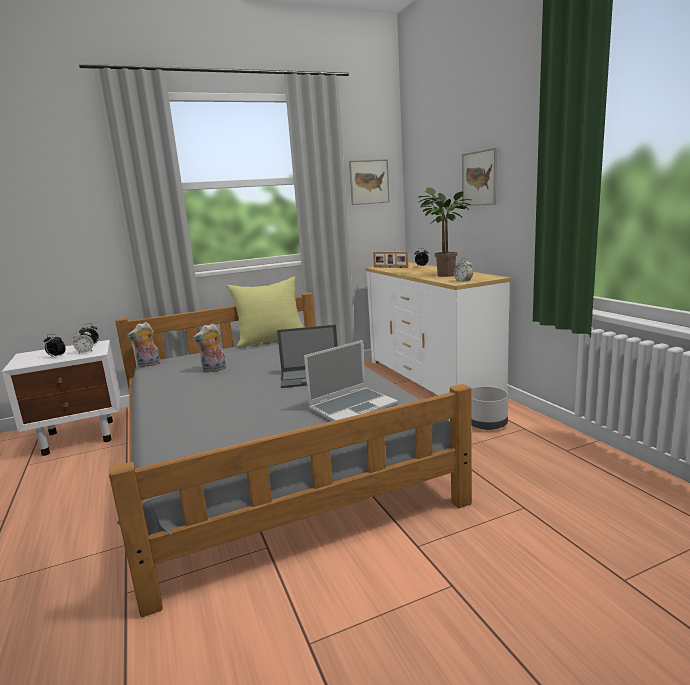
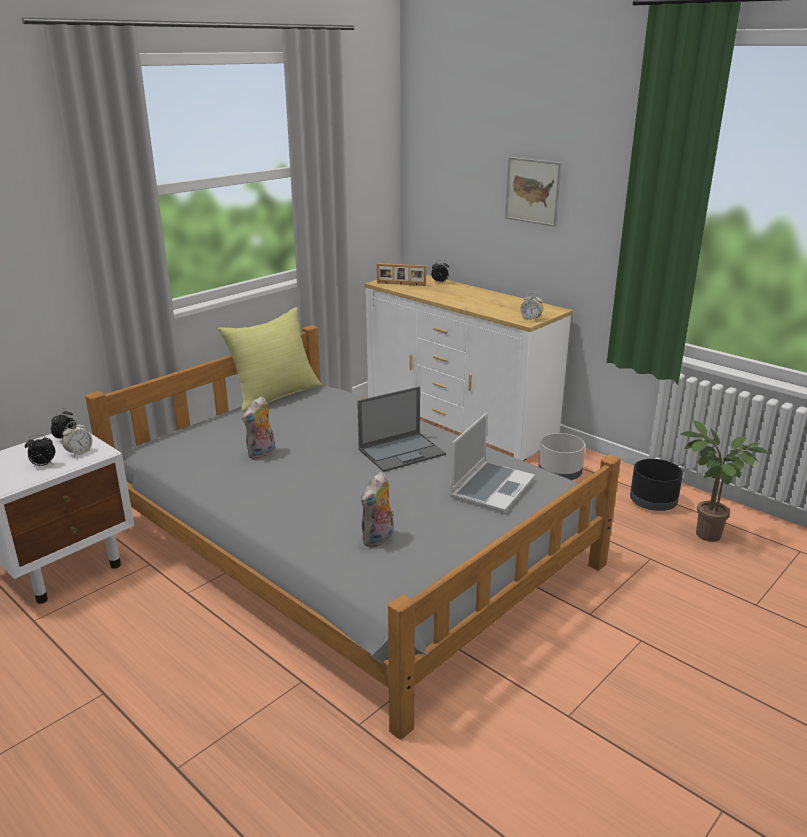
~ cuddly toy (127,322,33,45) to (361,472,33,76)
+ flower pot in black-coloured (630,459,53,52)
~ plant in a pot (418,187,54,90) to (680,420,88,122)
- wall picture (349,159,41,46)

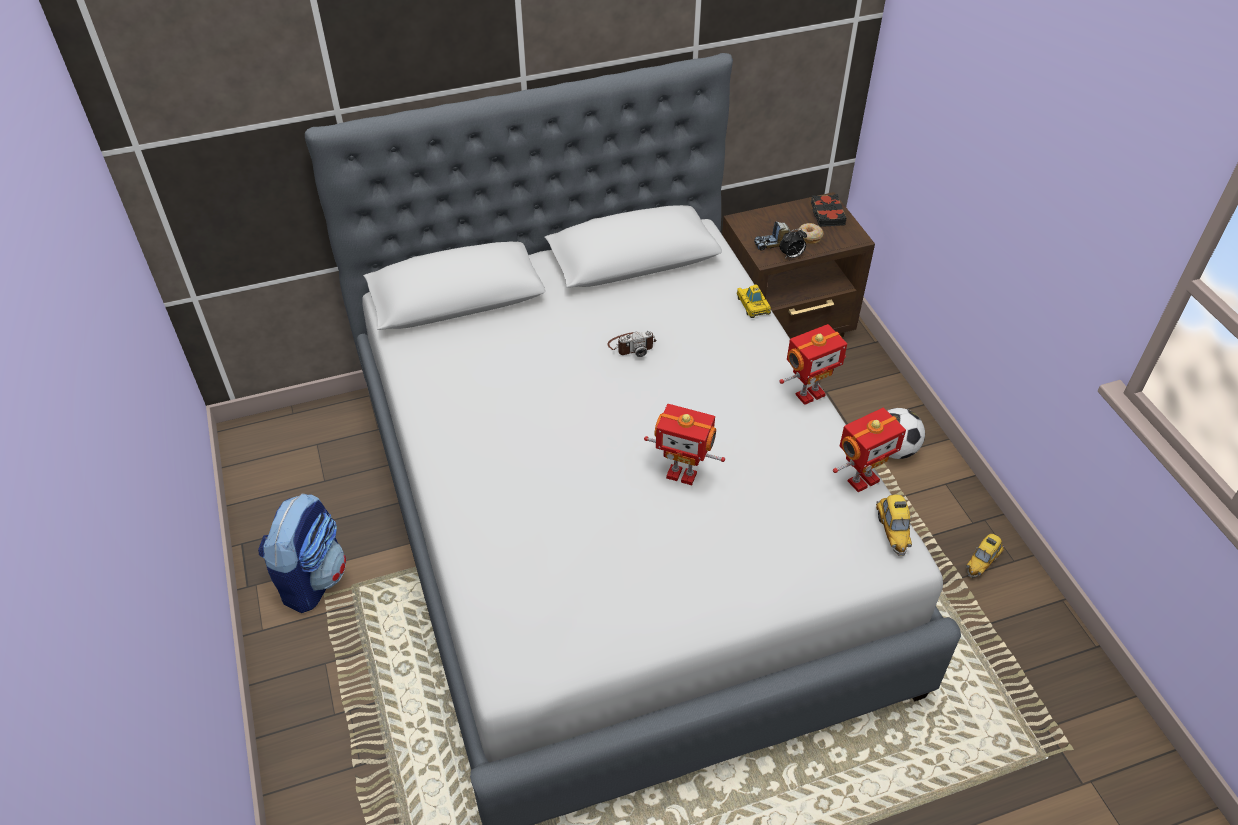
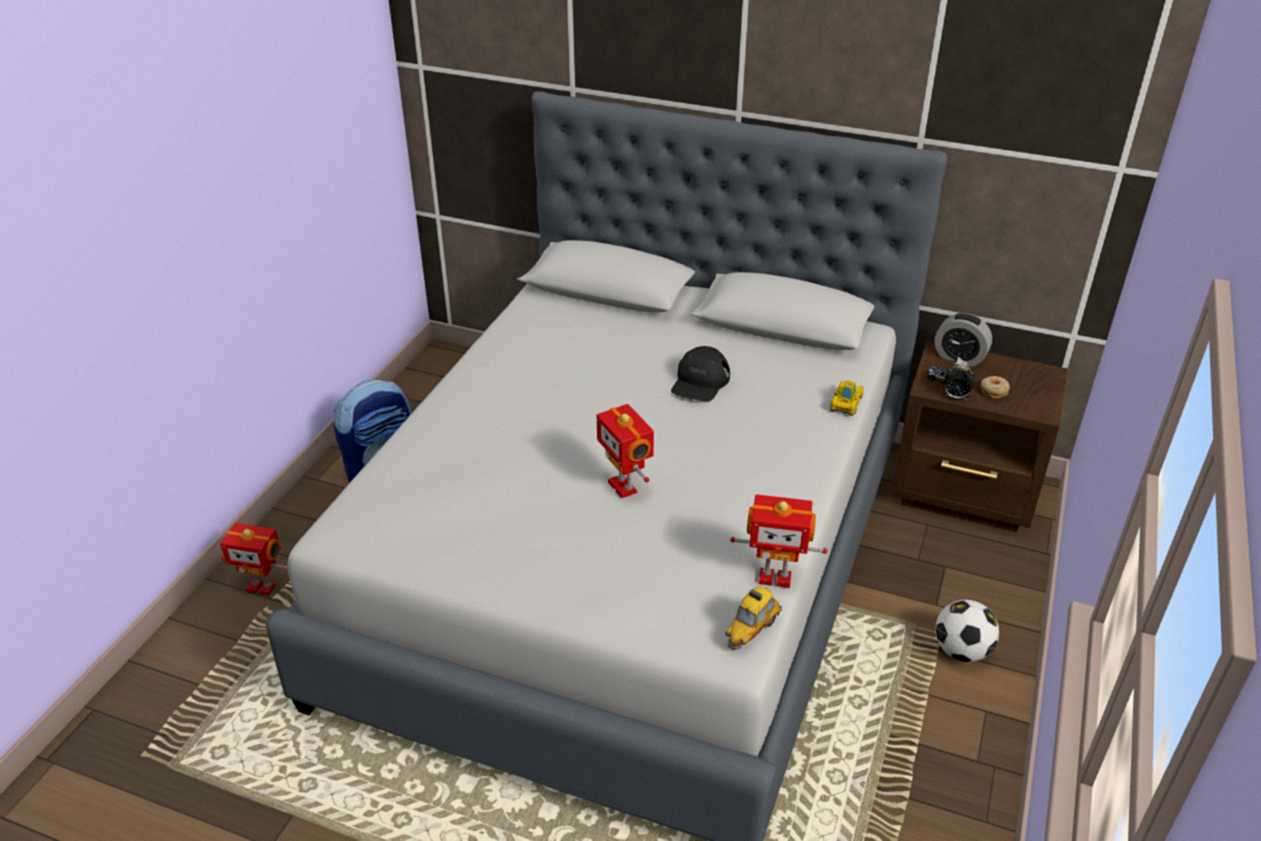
~ model robot (779,324,68,81) to (220,523,68,73)
~ photo camera (607,331,49,26) to baseball cap in black-coloured (671,346,59,55)
+ alarm clock (934,313,58,53)
- bound book in black-coloured (811,194,35,33)
- toy car (966,534,39,44)

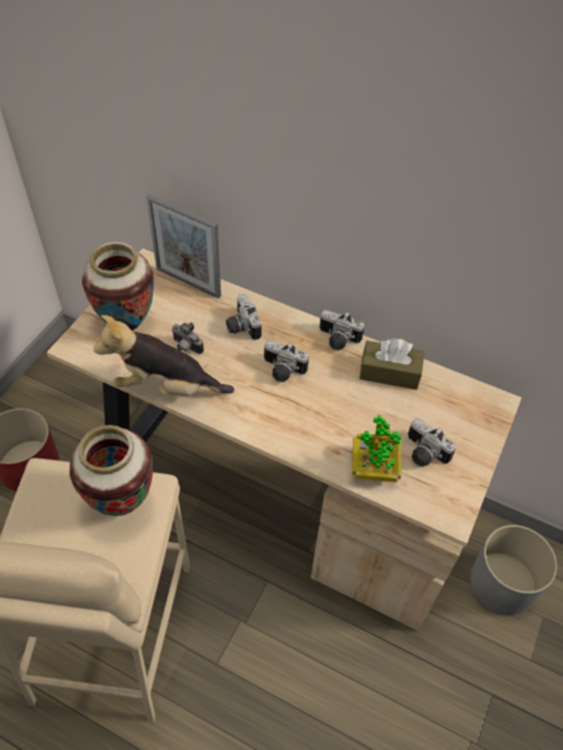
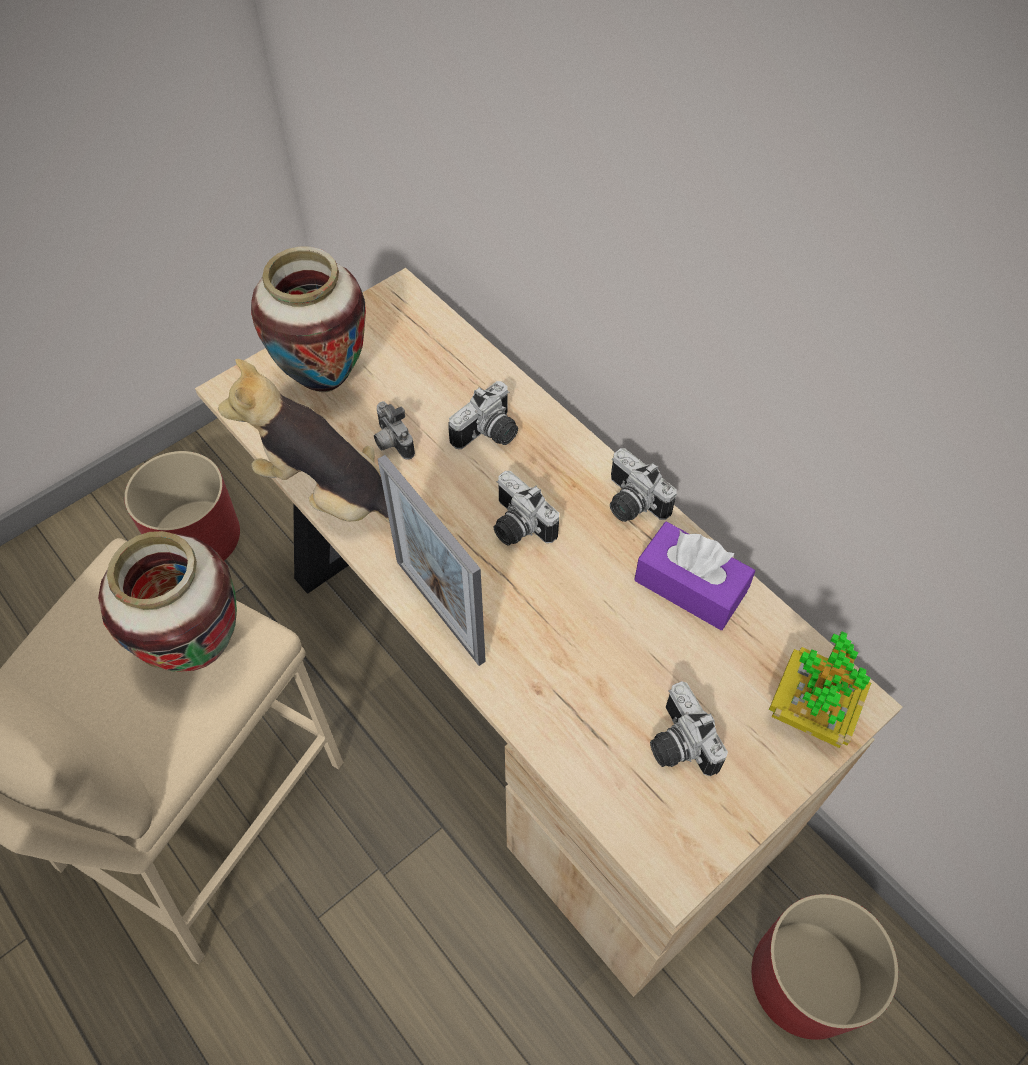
~ standing frame (146,194,75,105) to (378,455,108,211)
~ photo camera (226,294,36,46) = (448,381,70,68) 135 degrees counterclockwise
~ tissue box in brown (359,339,66,51) to tissue box in purplish (634,521,121,109)
~ flower pot in gray (470,525,87,90) to flower pot in red-coloured (751,894,147,146)
~ plant in a pot (352,415,49,67) to (769,631,102,117)

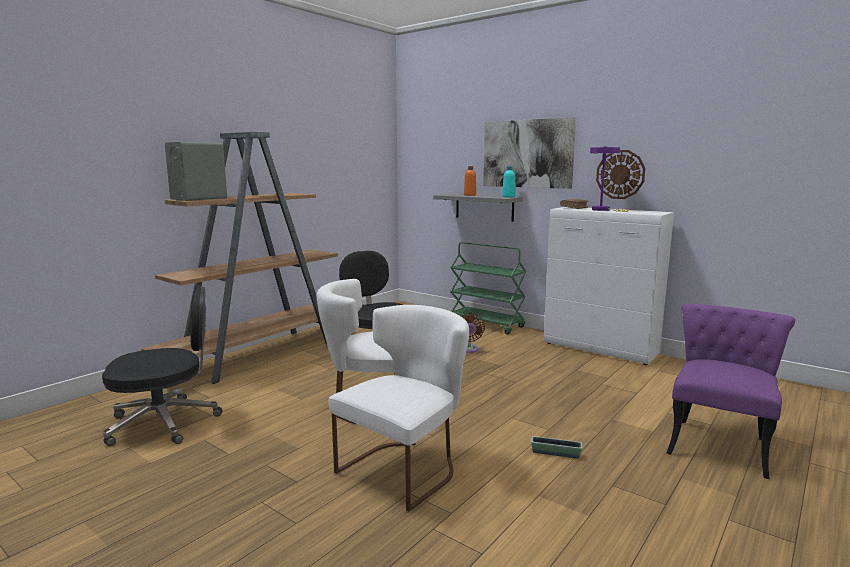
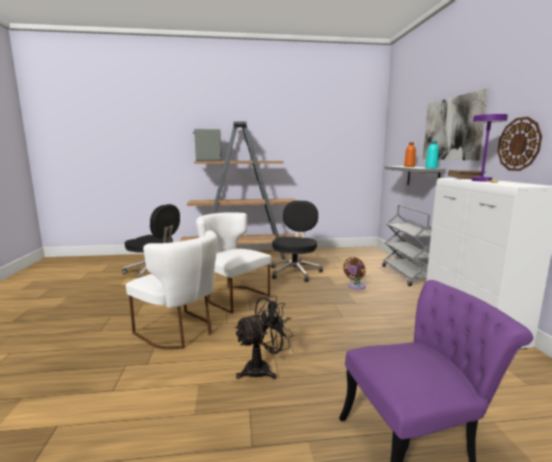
~ upright chair in white-coloured (329,305,140,207) = (125,230,93,119) 45 degrees clockwise
~ flower pot (531,436,51,23) to cooling fan in black-coloured (235,296,59,83)
~ cart in green-coloured (450,242,76,93) to cart in gray (382,205,50,81)

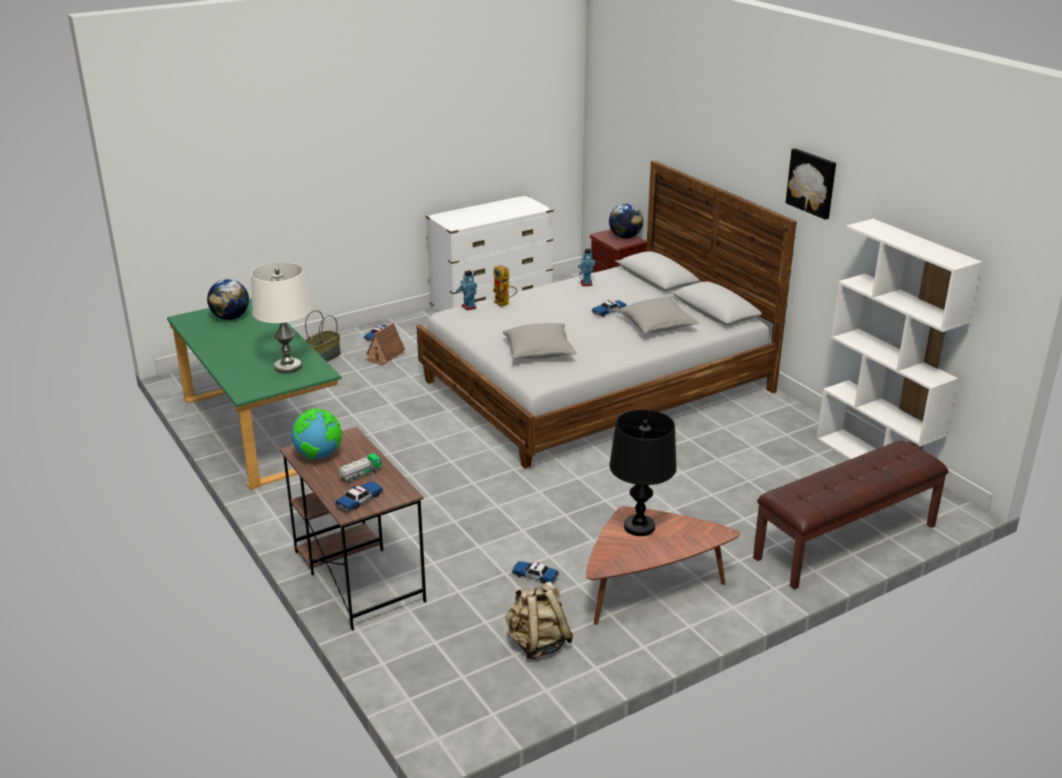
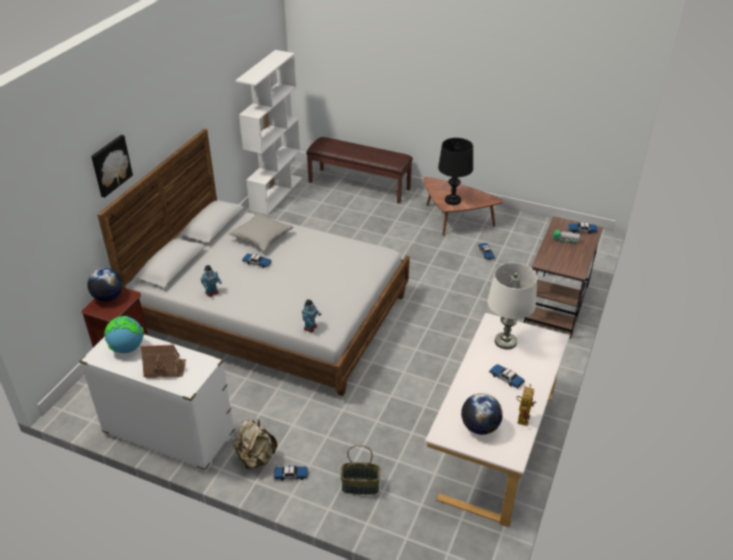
~ wall picture (786,148,50,72) to (91,135,42,63)
~ globe (291,409,51,50) to (104,316,40,37)
~ toy house (365,323,40,43) to (140,344,46,36)
~ rucksack in beige (505,581,68,78) to (233,419,44,51)
~ desk unit in green-coloured (167,298,174,192) to desk unit in white-coloured (425,313,144,214)
+ toy car (489,364,36,25)
~ model robot (493,265,24,42) to (517,384,19,42)
- cushion in gray (503,323,73,36)

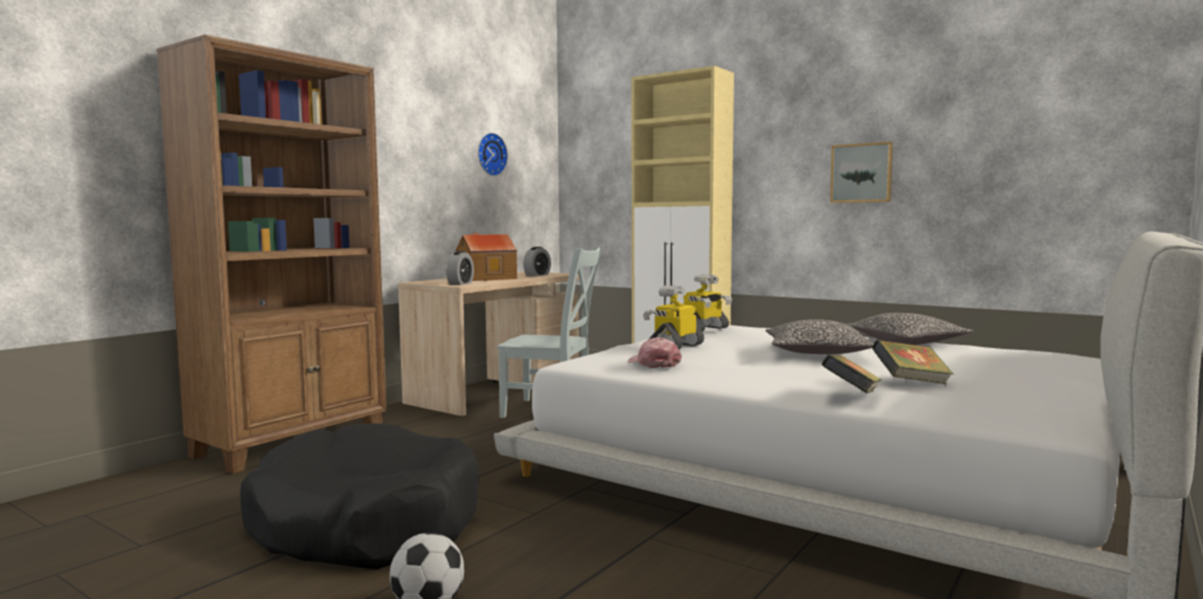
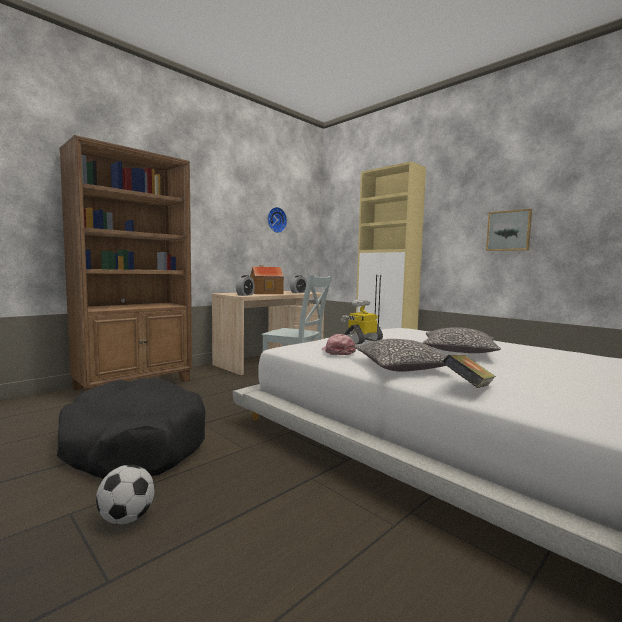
~ cushion (847,313,126,32) to (354,339,93,33)
- model robot (683,274,49,58)
- bound book (872,340,82,44)

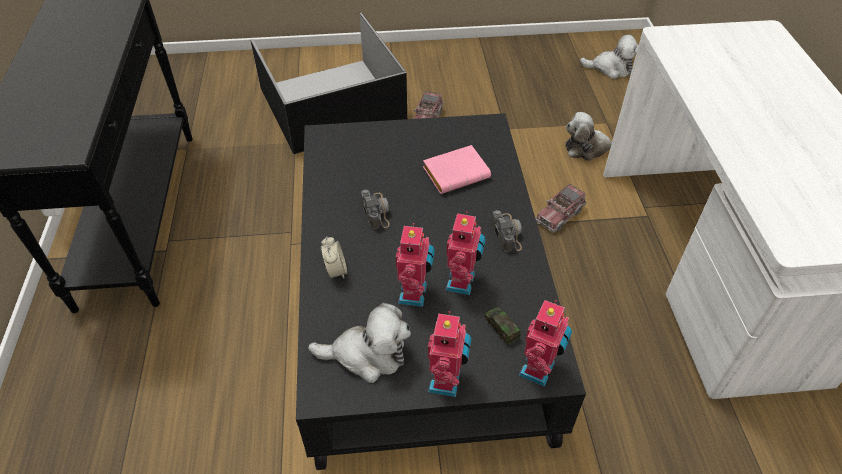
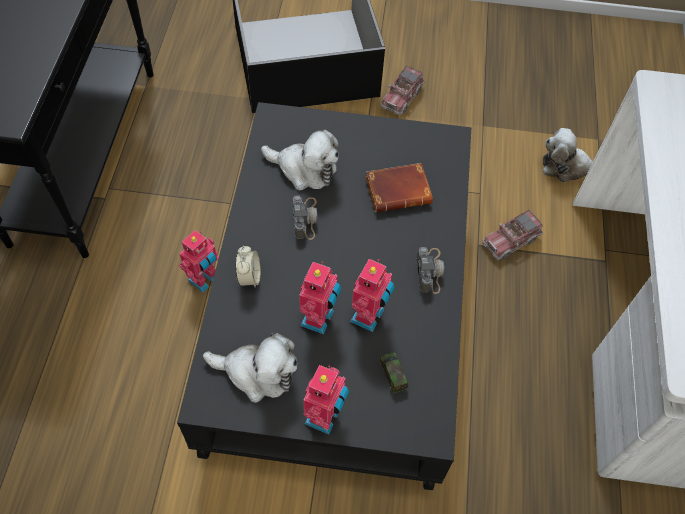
~ model robot (518,300,54,87) to (179,230,40,62)
~ cuddly toy (580,35,59,44) to (261,130,78,61)
~ bound book in pinkish (423,145,68,49) to bound book in brown (365,163,68,49)

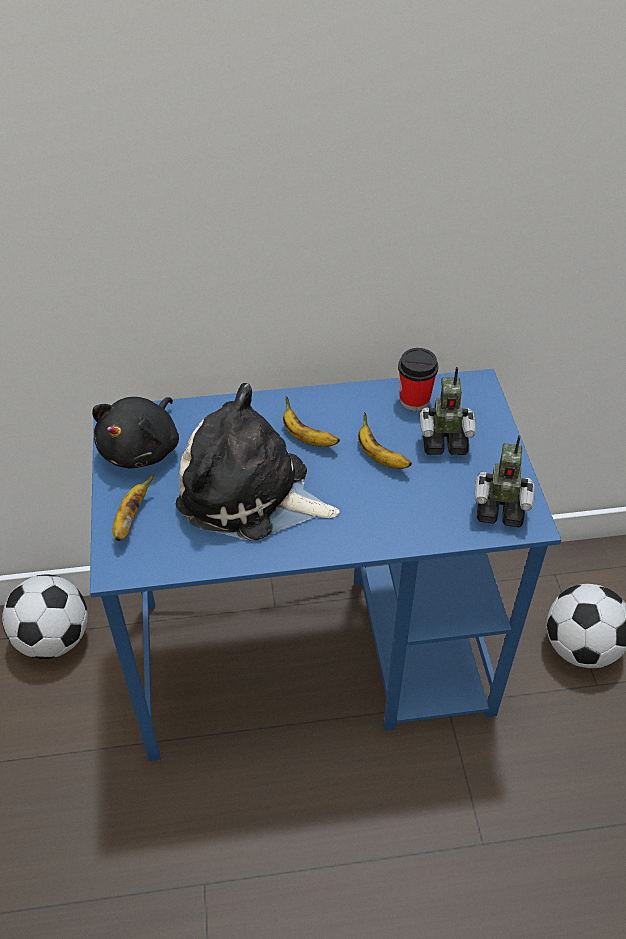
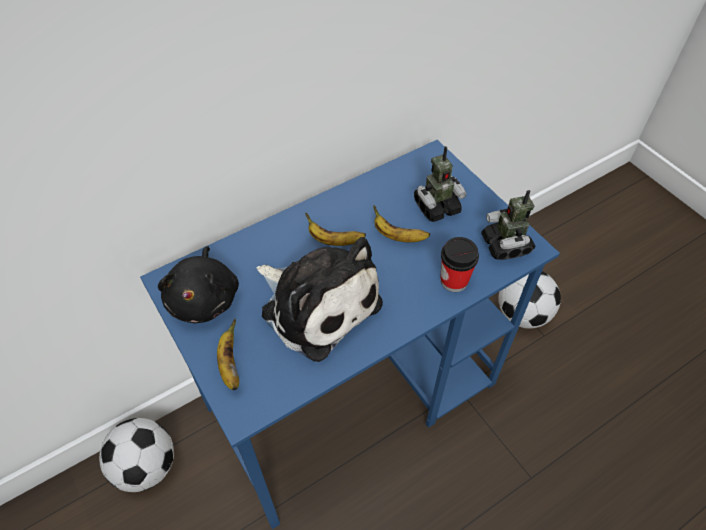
~ cuddly toy (176,383,163,158) = (257,237,126,125) 135 degrees counterclockwise
~ small cup (398,348,40,63) to (440,237,39,55)
~ model robot (475,435,60,92) = (481,190,54,70) 90 degrees clockwise

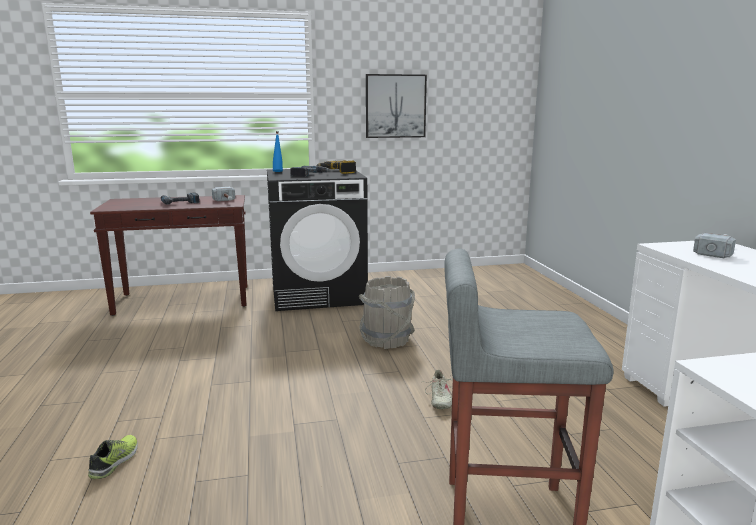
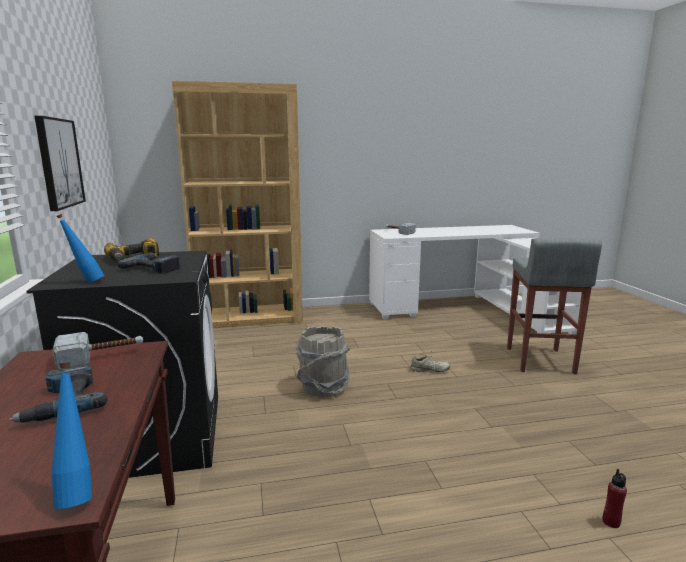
+ bottle in blue-coloured (52,362,40,147)
+ bookcase in brown (172,81,131,247)
~ item of footwear (88,435,50,44) to bottle in red-coloured (602,469,25,59)

